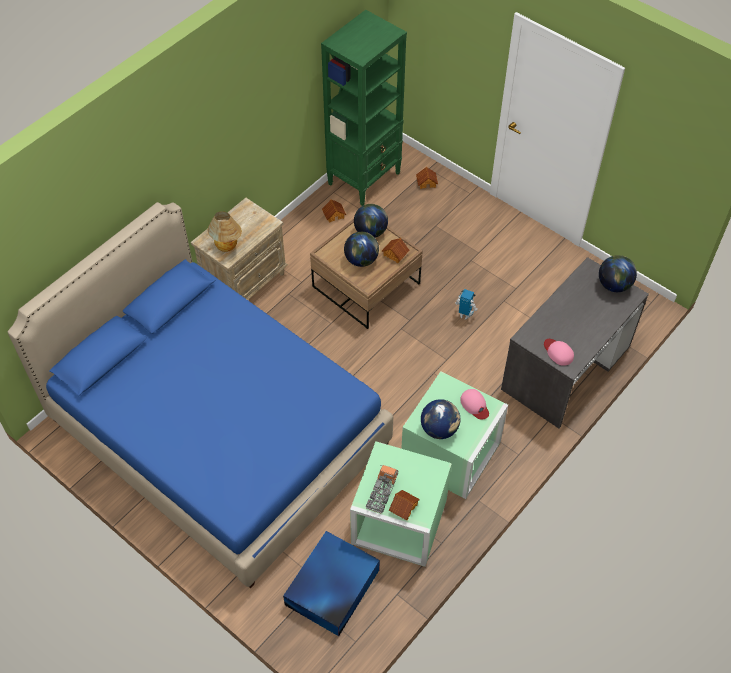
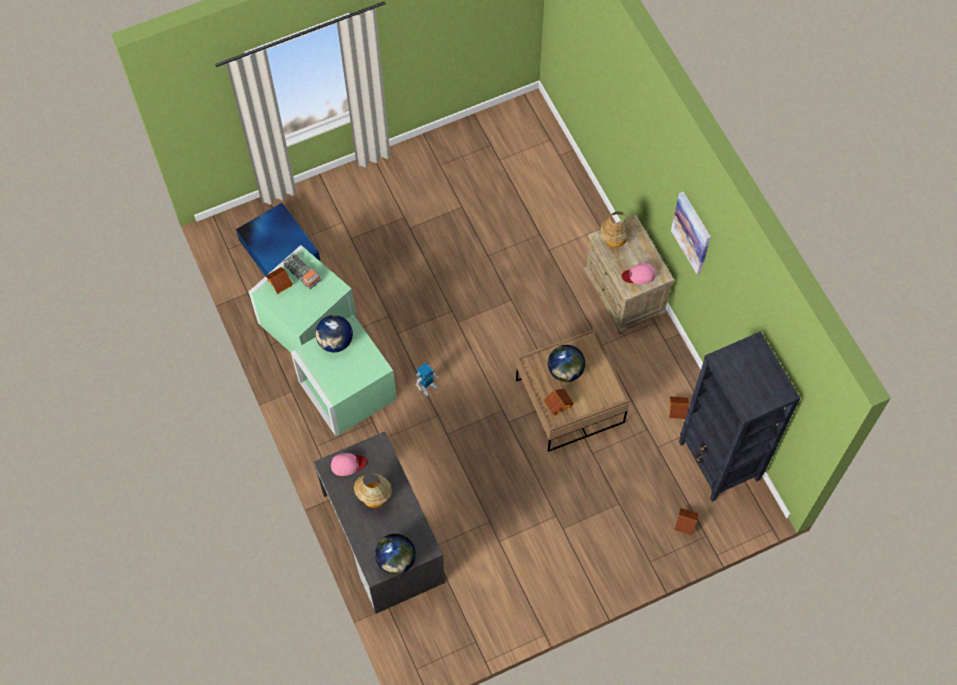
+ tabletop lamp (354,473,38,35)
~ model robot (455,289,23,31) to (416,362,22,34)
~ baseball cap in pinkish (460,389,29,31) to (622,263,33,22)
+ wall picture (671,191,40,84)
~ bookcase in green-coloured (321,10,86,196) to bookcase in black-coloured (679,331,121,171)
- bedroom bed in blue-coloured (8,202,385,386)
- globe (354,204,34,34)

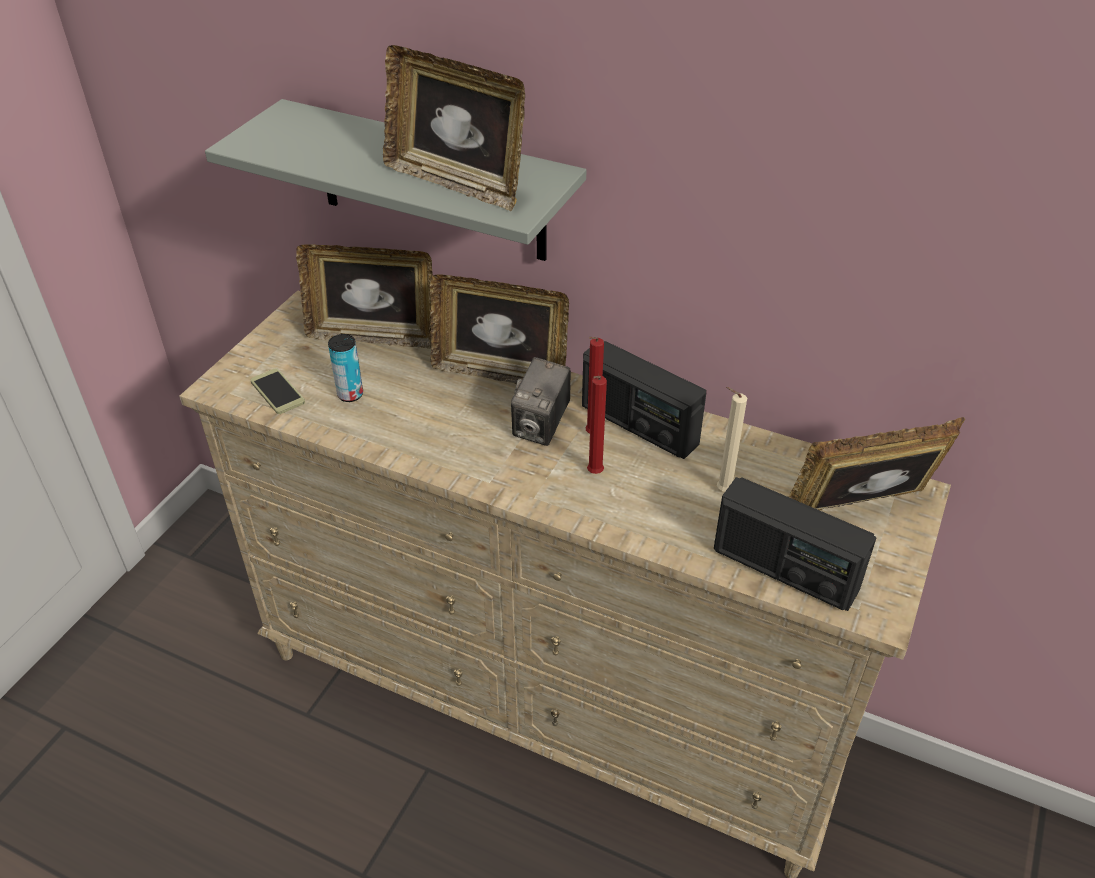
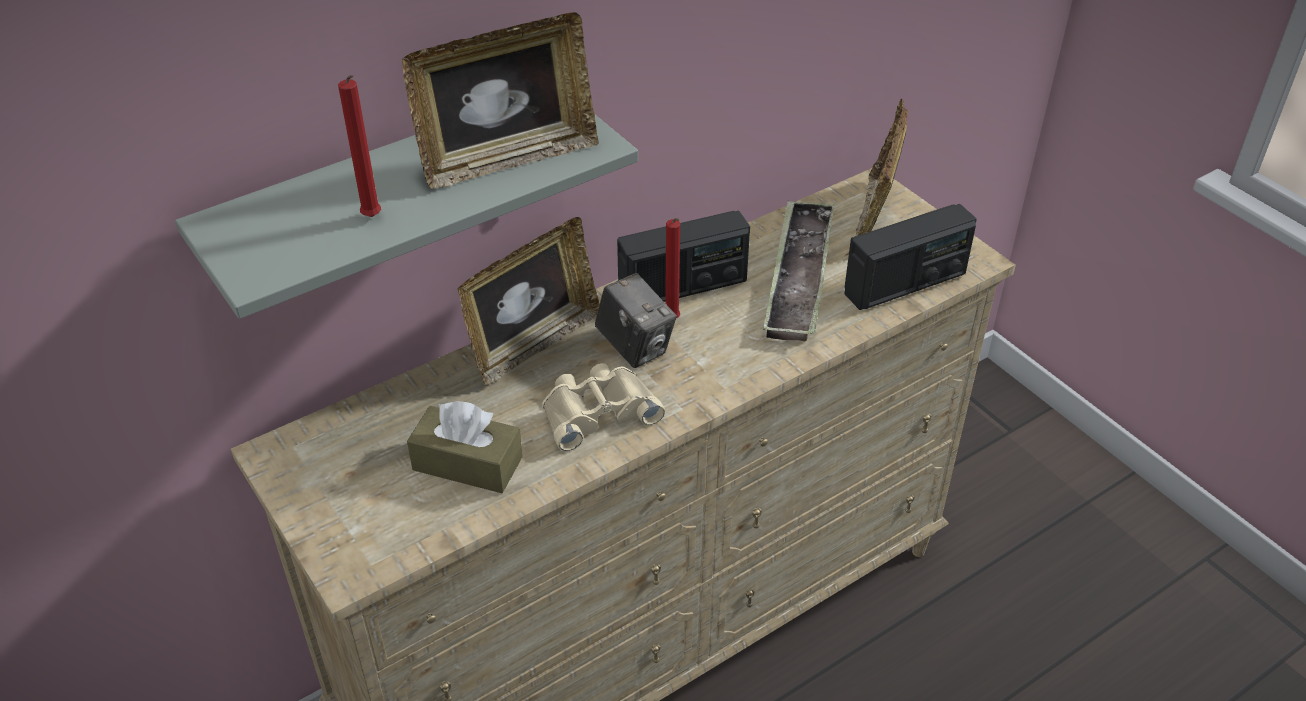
~ wax light in red-coloured (587,376,20,98) to (338,75,43,142)
~ can (328,334,35,68) to tissue box in brown (407,401,116,92)
+ pair of binoculars in beige (542,363,123,88)
~ wax light in beige (717,387,30,105) to serving tray (763,200,71,141)
- telephone (251,368,54,46)
- standing frame (296,244,137,105)

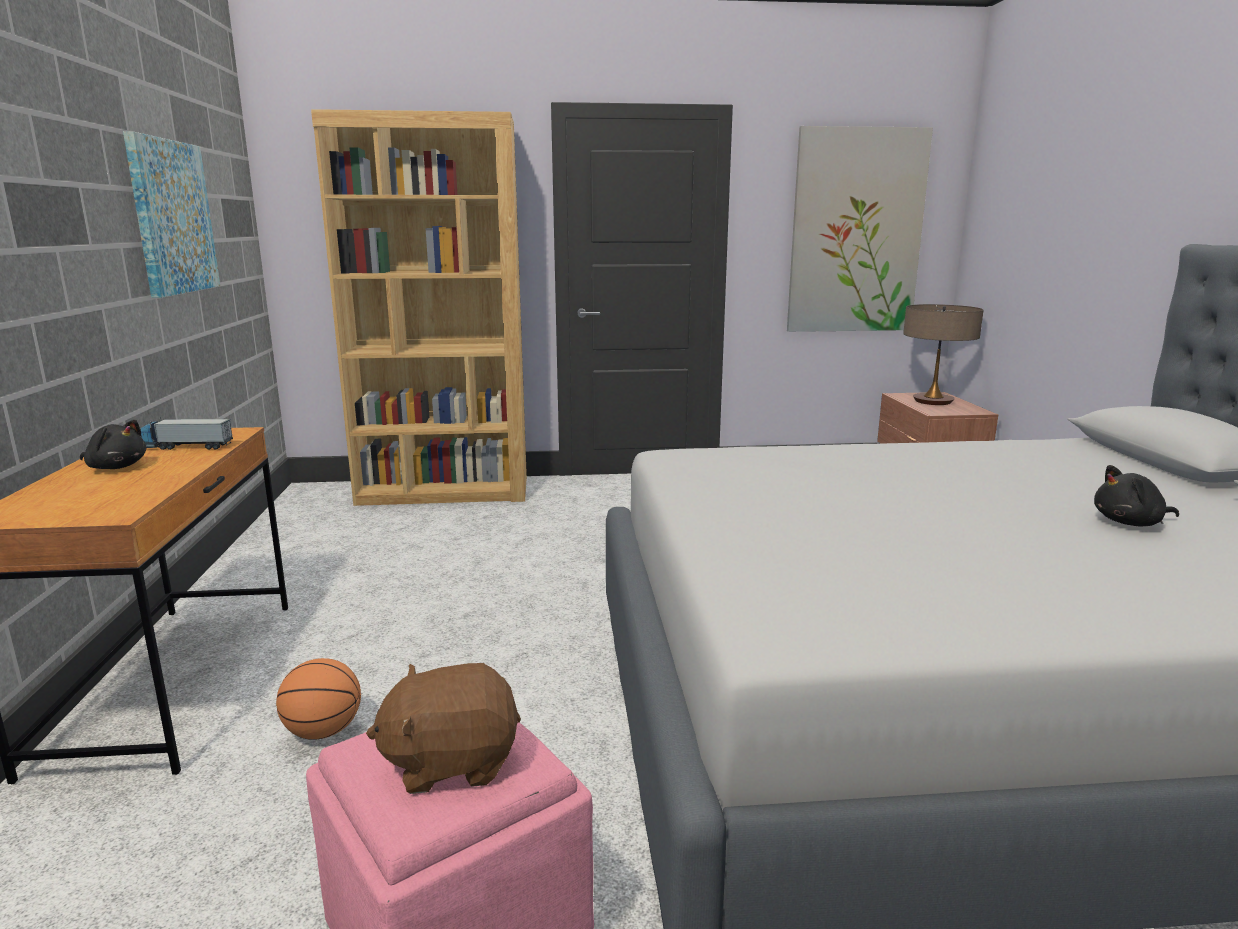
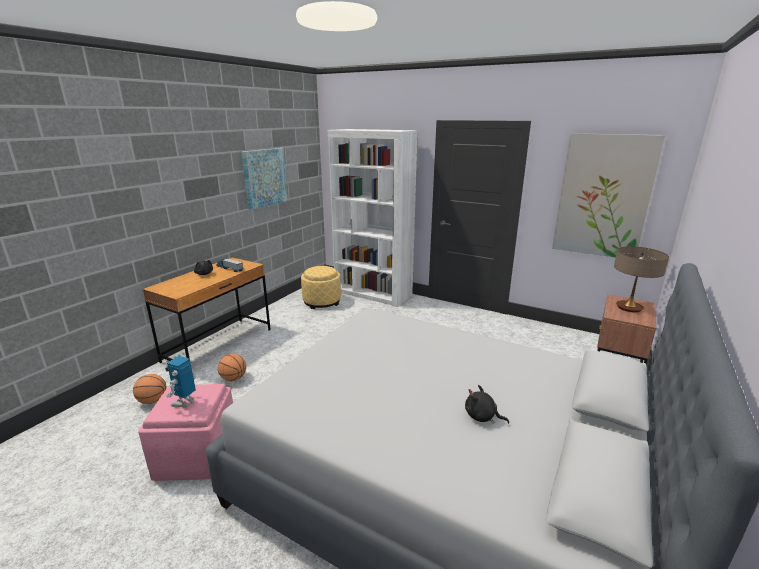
+ ball for basketball (133,374,34,30)
~ cuddly toy in brown (366,663,155,131) to model robot (165,356,31,51)
+ footrest (301,266,40,43)
~ bookcase in brown (311,109,216,397) to bookcase in white-coloured (327,129,91,178)

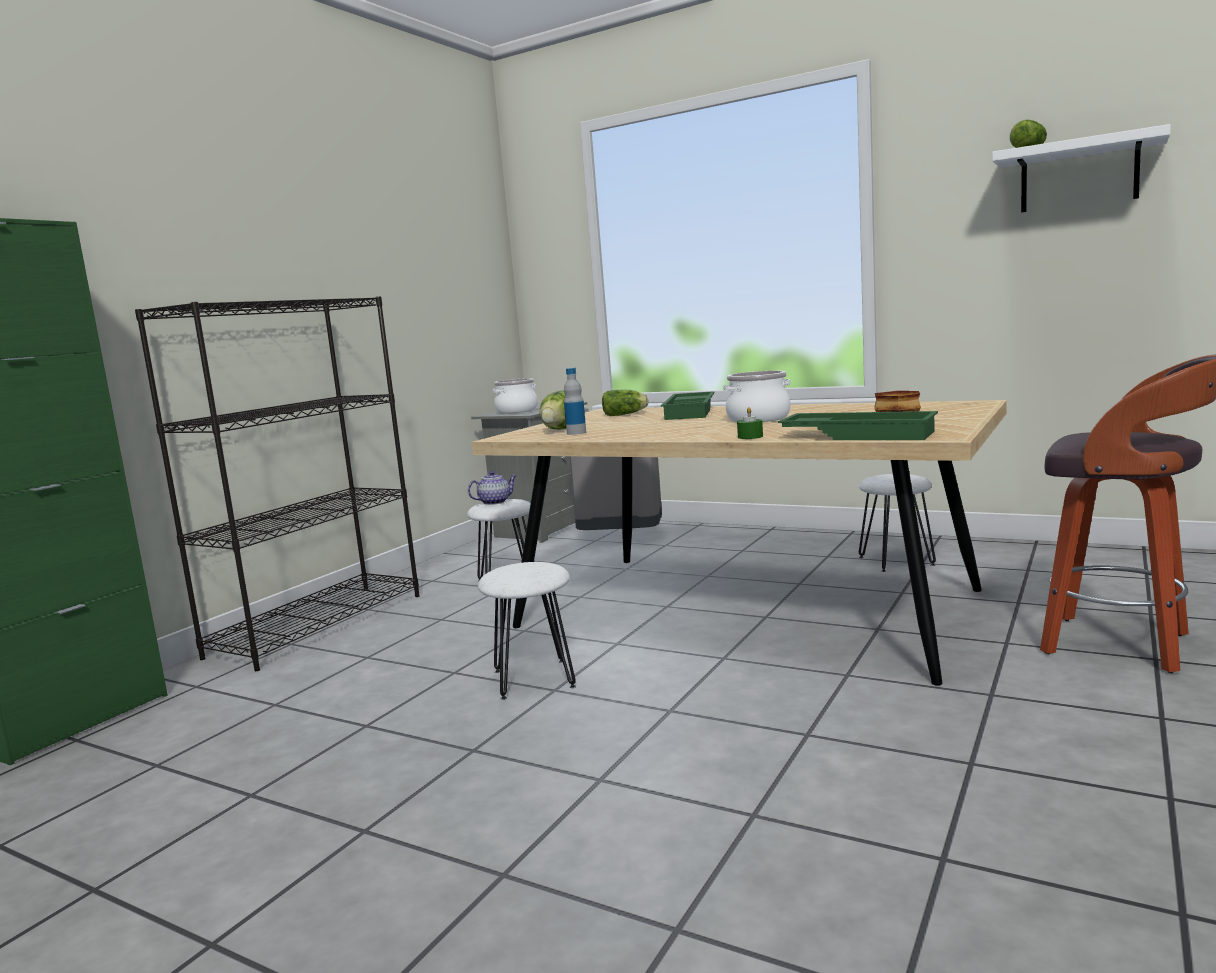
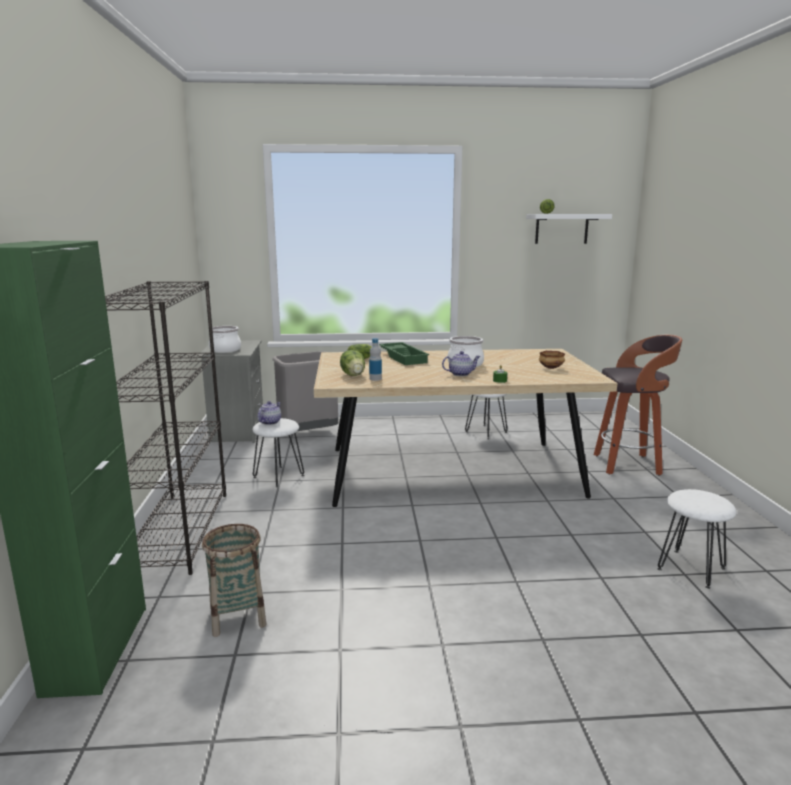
+ basket (202,524,64,113)
+ tea pot (442,351,38,25)
~ stool seat in white-coloured (478,562,98,138) to (657,489,80,100)
- serving tray in green-coloured (778,411,160,29)

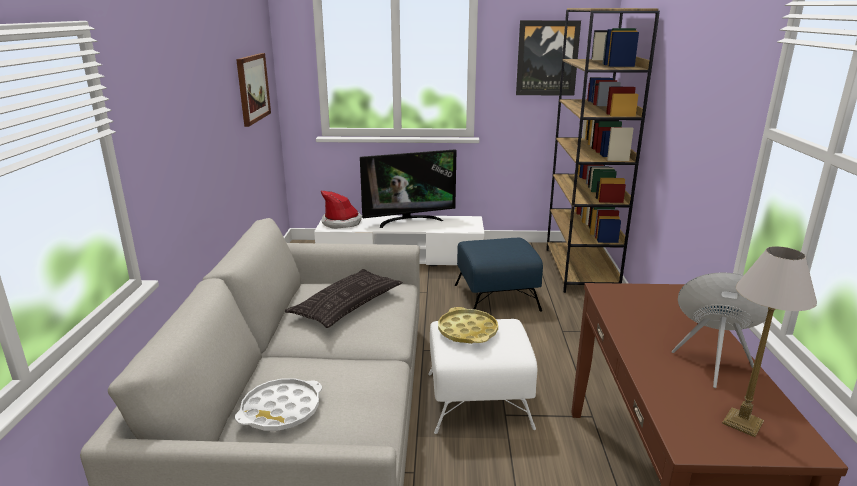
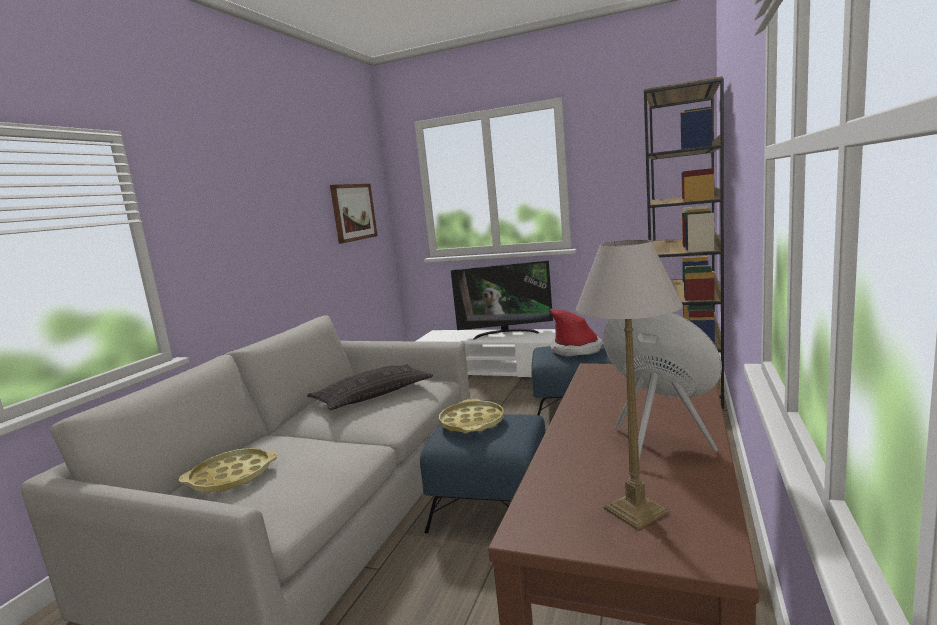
~ serving tray in white-coloured (235,378,87,53) to serving tray in yellow (179,448,98,45)
~ footrest in white-coloured (428,319,109,115) to footrest in blue-coloured (420,414,125,120)
~ wearable hat (321,191,41,38) to (550,309,53,48)
- wall picture (516,20,65,76)

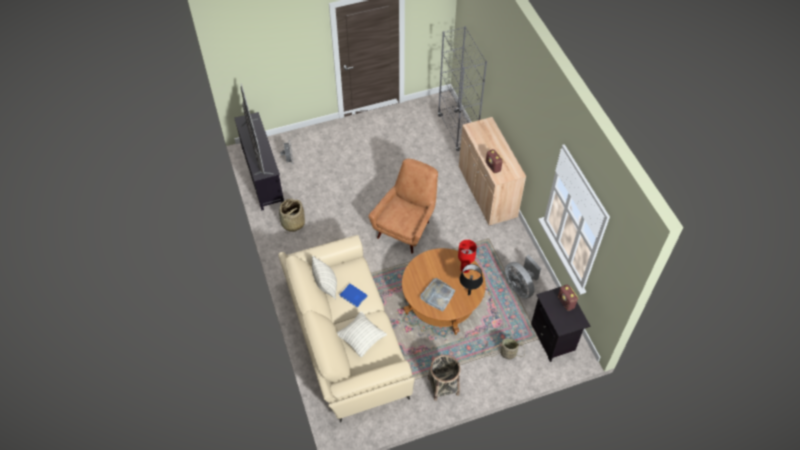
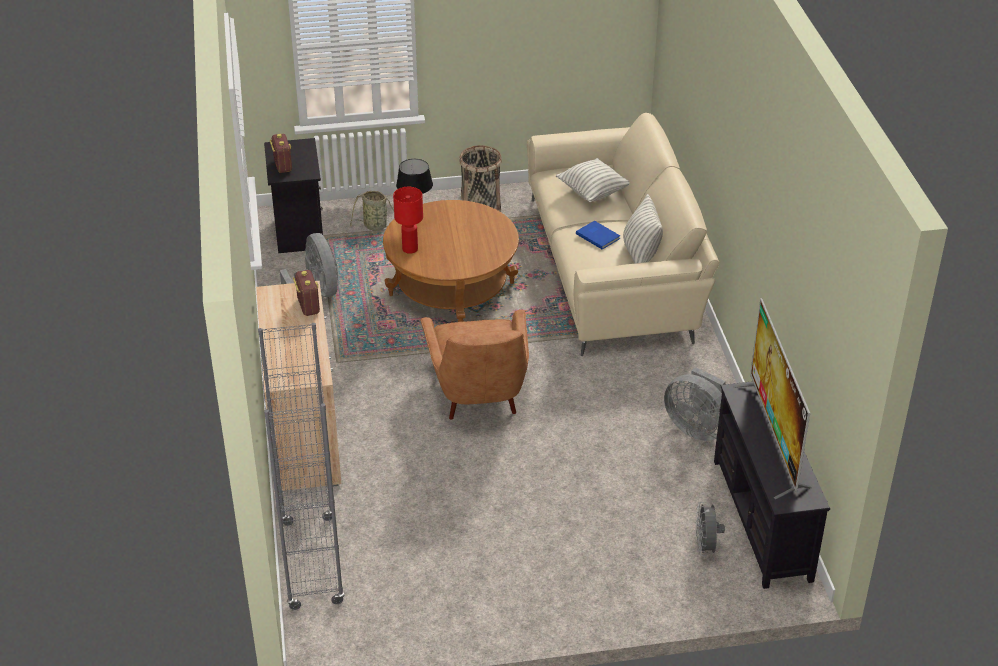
~ easy chair in brown (369,159,69,94) = (420,310,109,110) 45 degrees counterclockwise
~ basket (279,198,26,35) to cooling fan in gray (664,367,62,74)
- serving tray in gray (420,278,36,34)

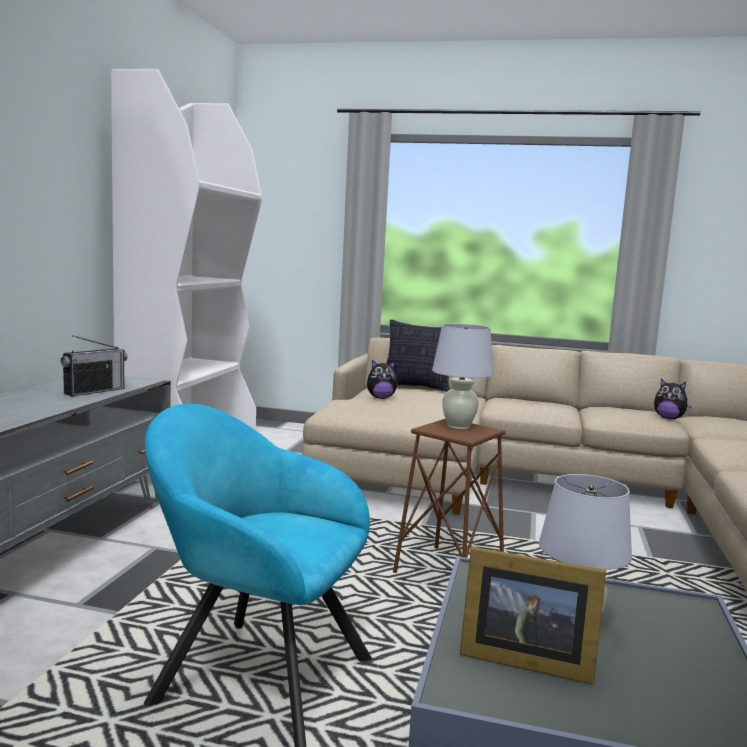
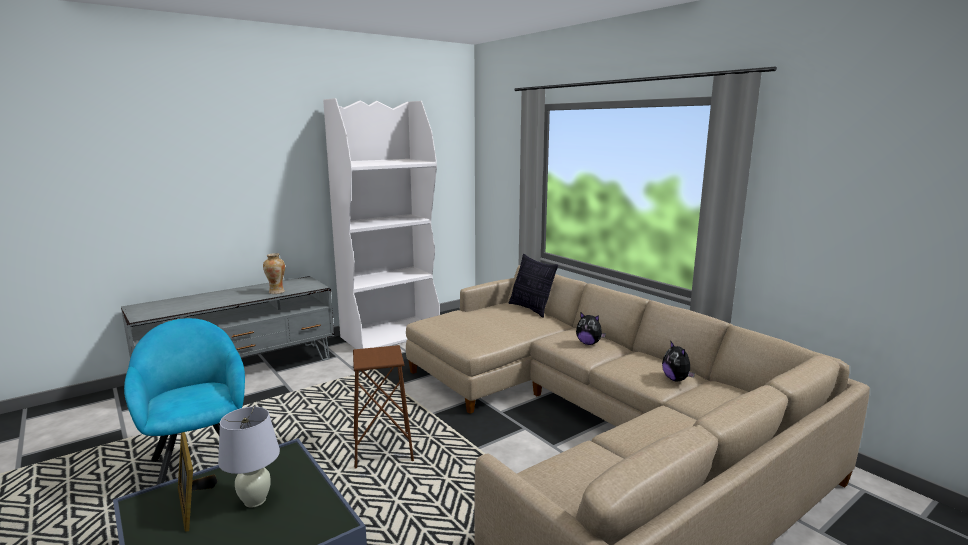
~ radio (60,335,67,61) to vase (263,253,22,41)
~ cuddly toy (367,360,31,39) to (576,312,30,33)
- tabletop lamp in white-coloured (432,324,62,105)

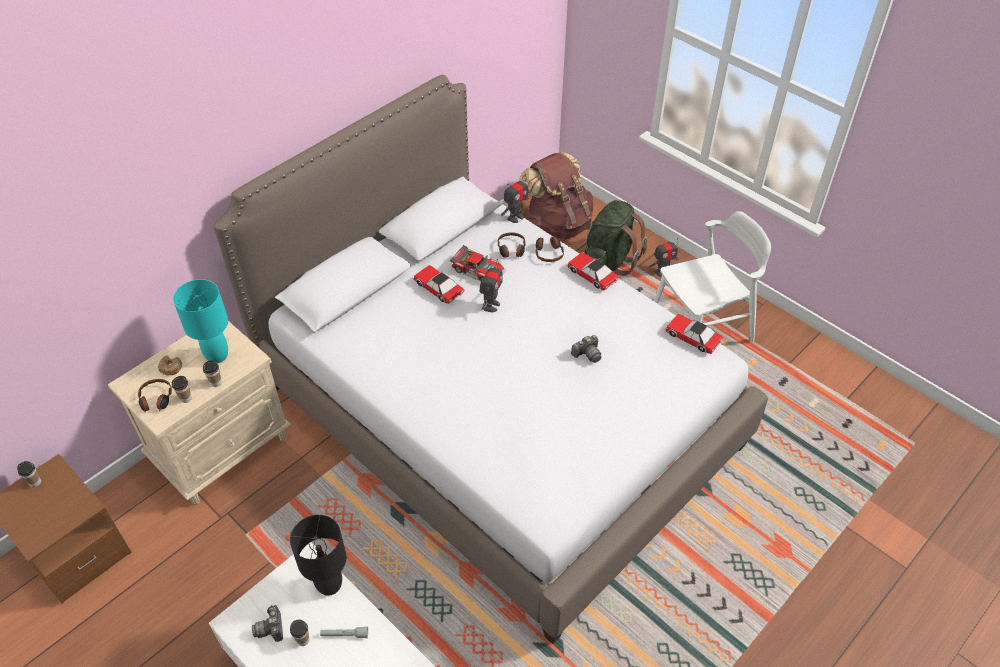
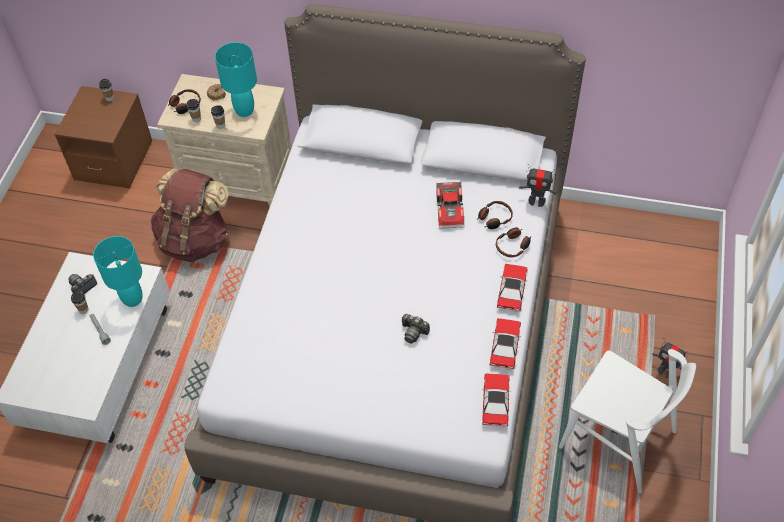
~ tabletop lamp in black-coloured (290,515,57,81) to tabletop lamp in turquoise (93,236,50,71)
~ rucksack in brown (519,152,75,87) to (150,168,79,94)
~ toy car (413,265,52,39) to (490,318,31,52)
- model robot (479,259,24,53)
- rucksack in green-coloured (584,200,63,76)

